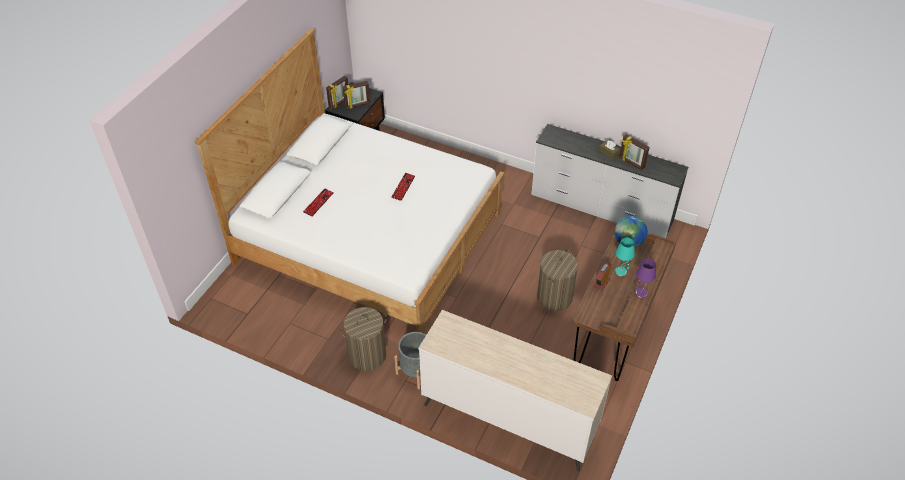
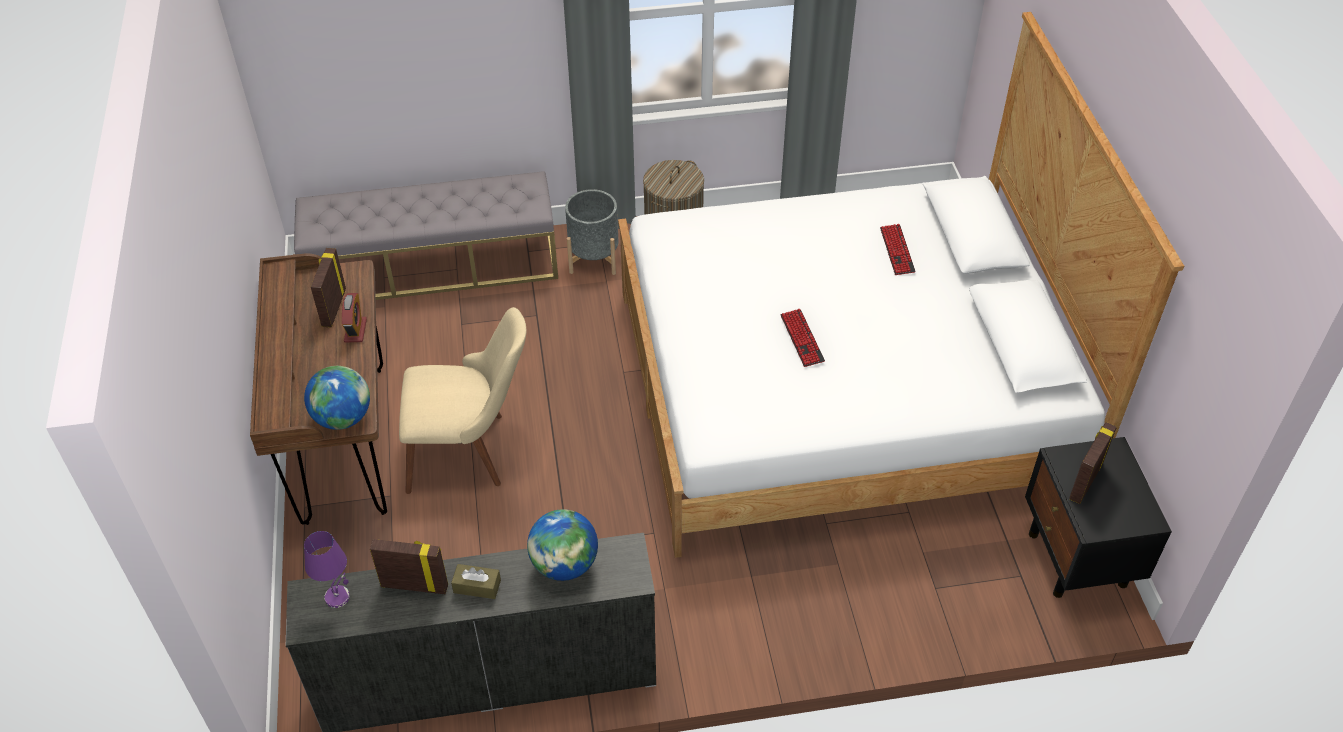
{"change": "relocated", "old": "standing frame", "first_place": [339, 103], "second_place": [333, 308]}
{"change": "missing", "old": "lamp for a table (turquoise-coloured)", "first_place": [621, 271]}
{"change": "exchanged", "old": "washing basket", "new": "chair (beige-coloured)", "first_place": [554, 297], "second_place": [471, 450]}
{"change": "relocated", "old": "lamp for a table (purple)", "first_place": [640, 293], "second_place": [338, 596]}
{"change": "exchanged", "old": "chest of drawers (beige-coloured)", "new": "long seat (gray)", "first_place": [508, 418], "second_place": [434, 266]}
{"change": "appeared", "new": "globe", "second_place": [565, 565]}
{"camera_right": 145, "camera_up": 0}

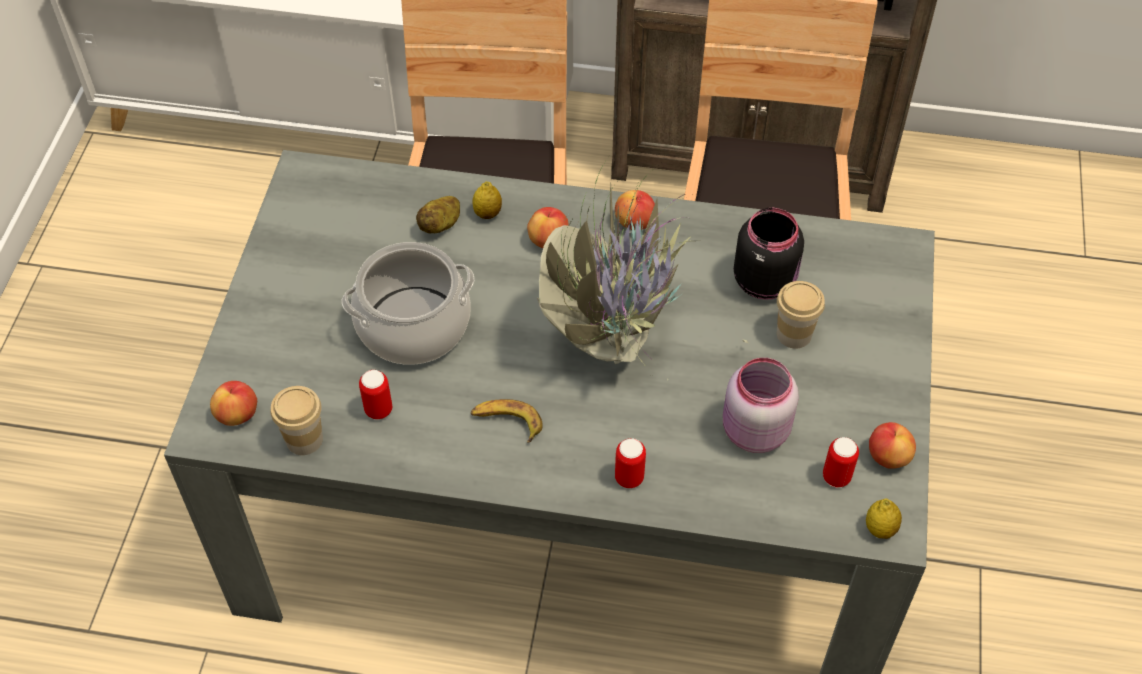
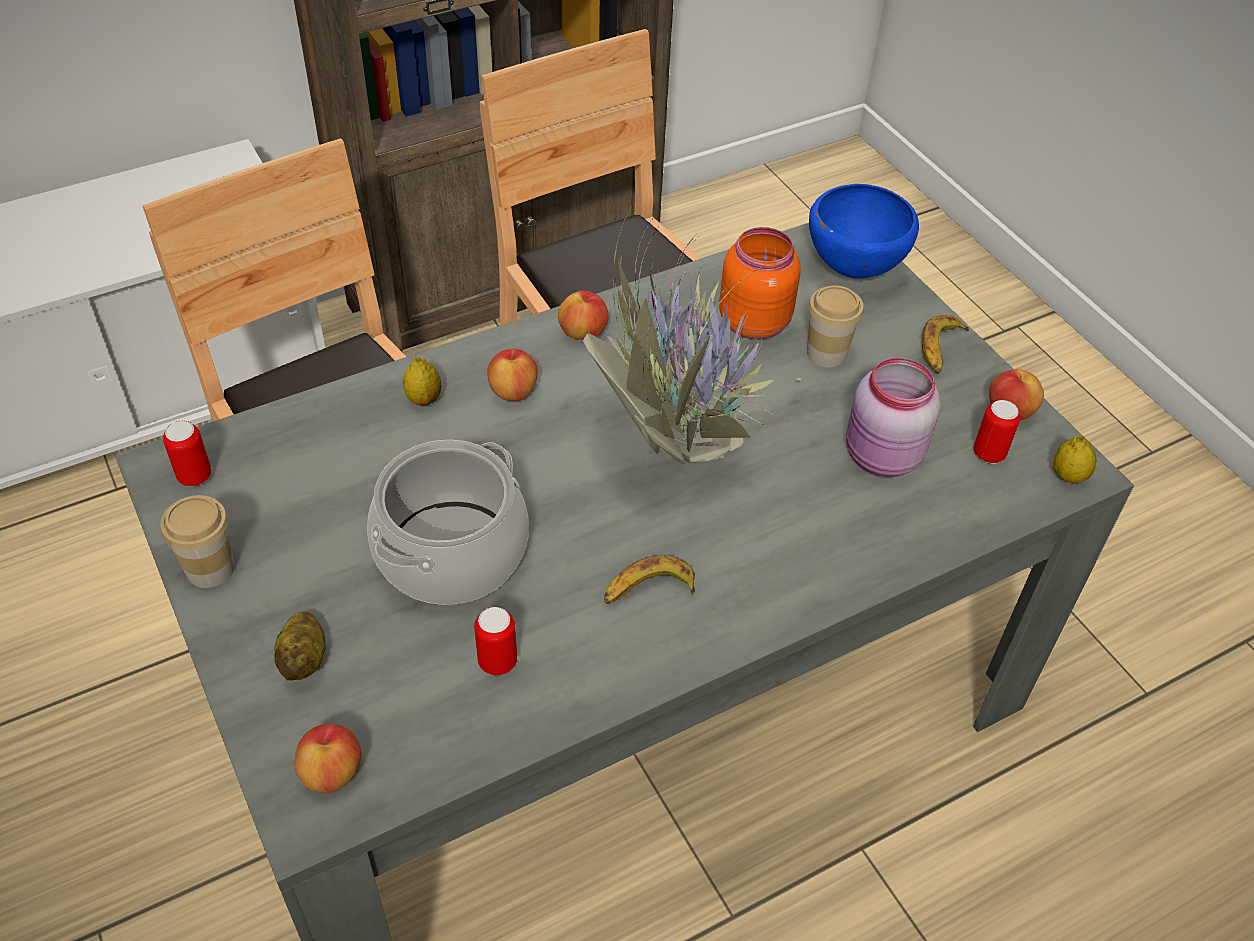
{"change": "relocated", "old": "spud", "first_place": [441, 225], "second_place": [305, 658]}
{"change": "colour", "old": "preserve jar (black-coloured)", "new": "preserve jar (orange-coloured)", "first_place": [765, 280], "second_place": [754, 321]}
{"change": "relocated", "old": "cup", "first_place": [304, 439], "second_place": [210, 568]}
{"change": "relocated", "old": "metal can", "first_place": [629, 478], "second_place": [195, 476]}
{"change": "appeared", "new": "deep dish (blue)", "second_place": [852, 270]}
{"change": "appeared", "new": "whole banana", "second_place": [940, 350]}
{"camera_right": -40, "camera_up": -5}

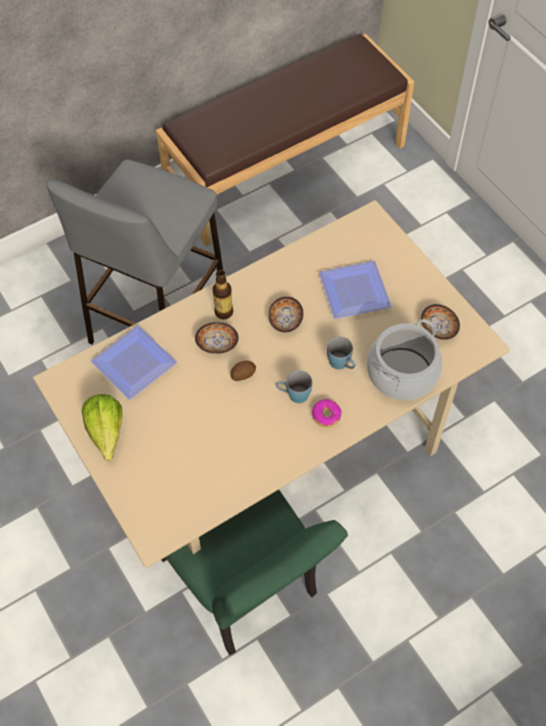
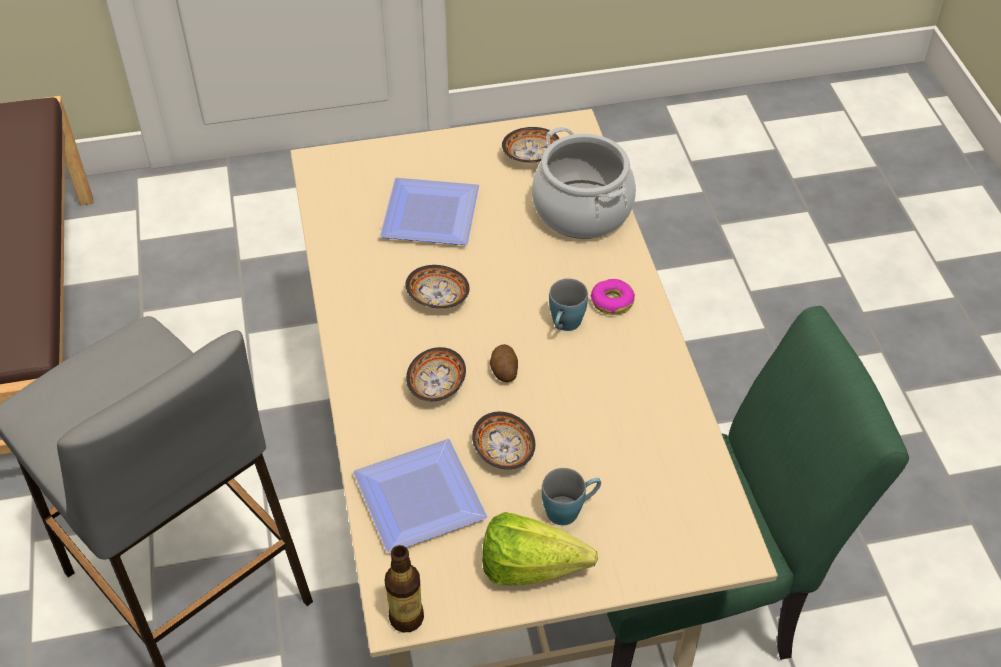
{"change": "relocated", "old": "bottle", "first_place": [224, 312], "second_place": [406, 618]}
{"change": "relocated", "old": "mug (blue)", "first_place": [342, 364], "second_place": [570, 509]}
{"change": "appeared", "new": "deep dish", "second_place": [503, 451]}
{"camera_right": -70, "camera_up": -10}

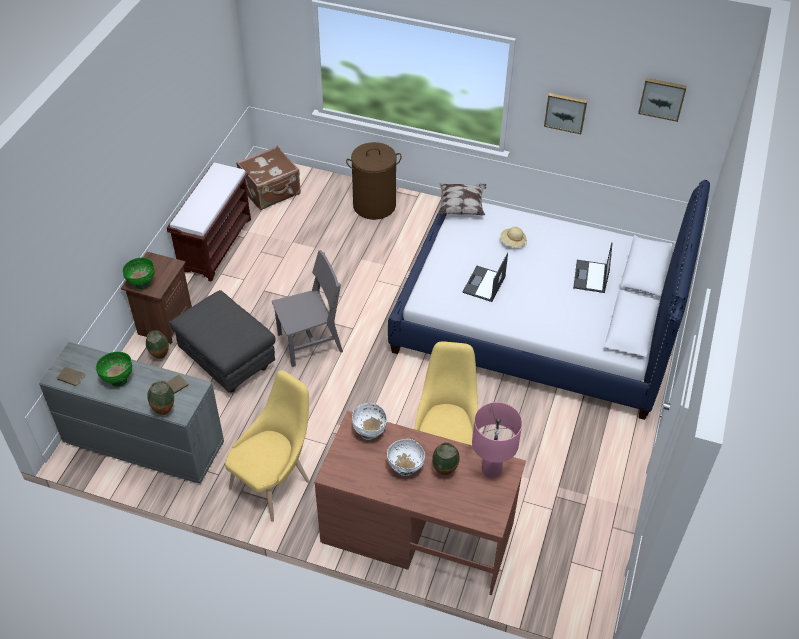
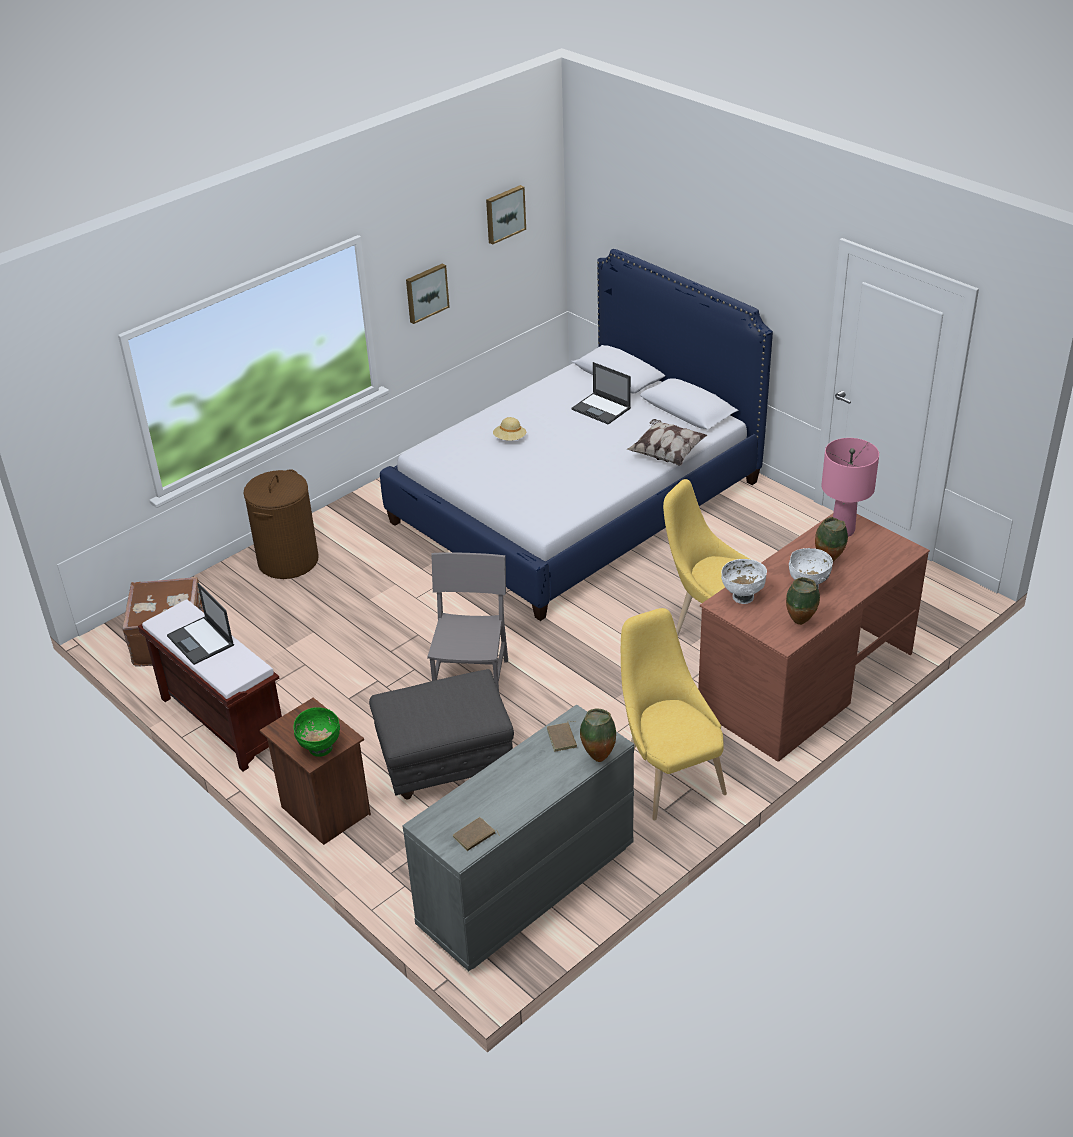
{"change": "relocated", "old": "pillow", "first_place": [461, 207], "second_place": [666, 454]}
{"change": "relocated", "old": "notebook computer", "first_place": [484, 284], "second_place": [201, 641]}
{"change": "relocated", "old": "vase", "first_place": [160, 357], "second_place": [801, 623]}
{"change": "missing", "old": "deep dish (green-coloured)", "first_place": [118, 380]}
{"camera_right": -60, "camera_up": -10}

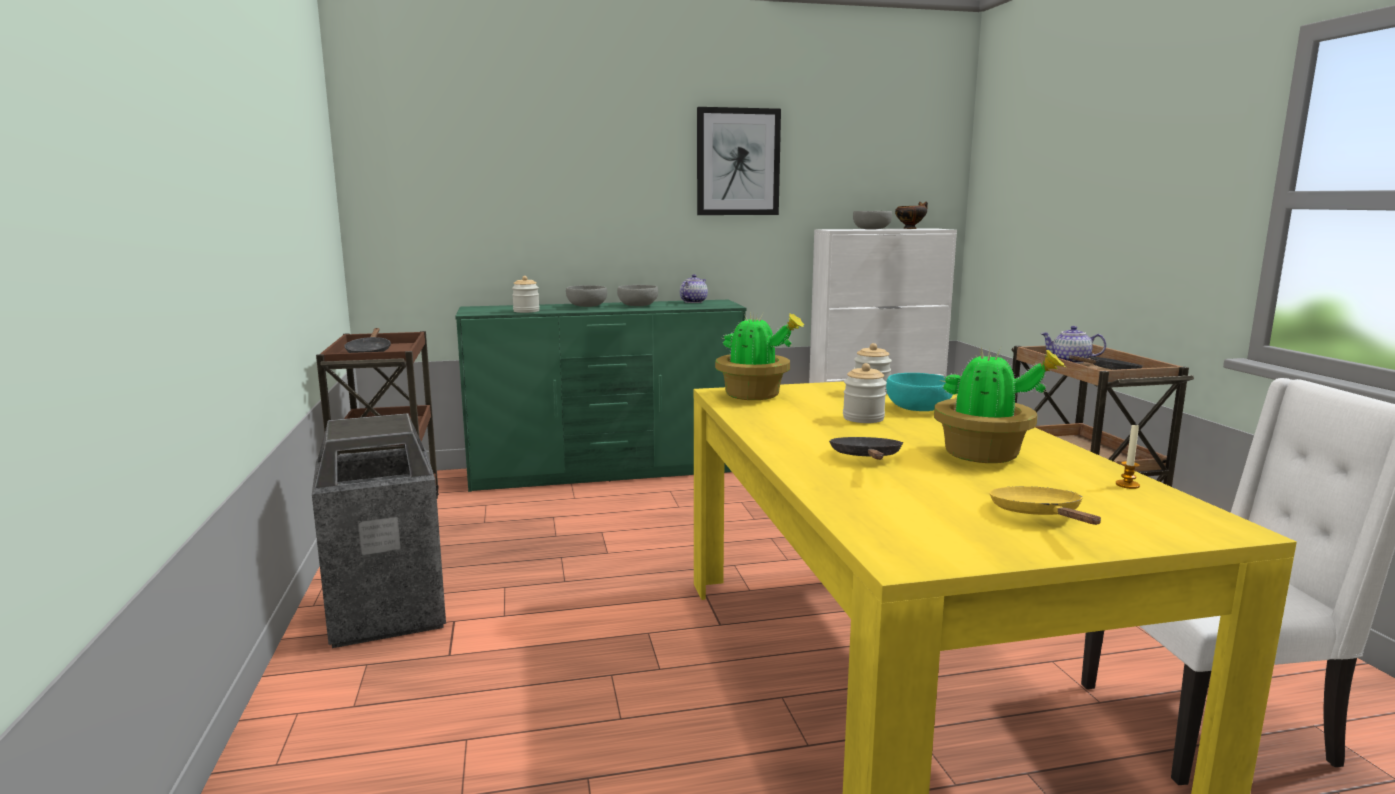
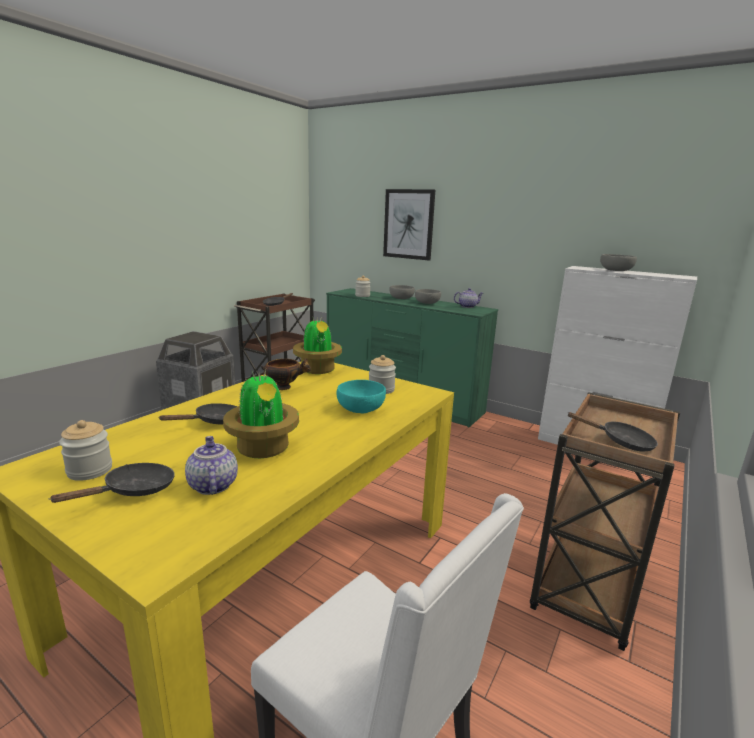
{"change": "relocated", "old": "wall picture", "first_place": [738, 162], "second_place": [408, 224]}
{"change": "relocated", "old": "deep dish", "first_place": [910, 228], "second_place": [285, 387]}
{"change": "relocated", "old": "teapot", "first_place": [1070, 361], "second_place": [211, 485]}
{"change": "relocated", "old": "preserve jar", "first_place": [863, 418], "second_place": [90, 470]}
{"change": "missing", "old": "wax candle", "first_place": [1127, 485]}
{"change": "colour", "old": "pan (yellowish)", "new": "pan (black-coloured)", "first_place": [1039, 516], "second_place": [134, 490]}
{"camera_right": 45, "camera_up": 5}

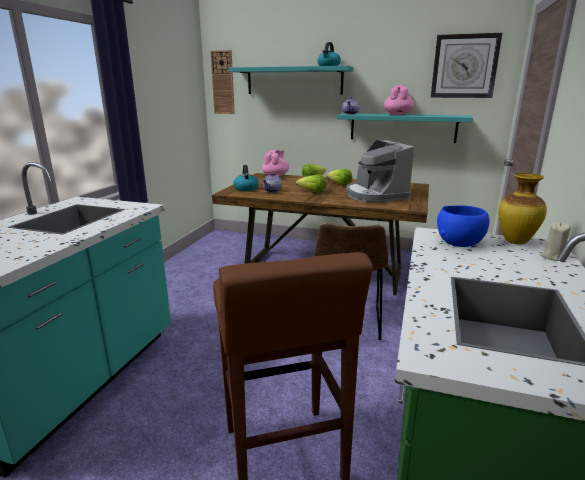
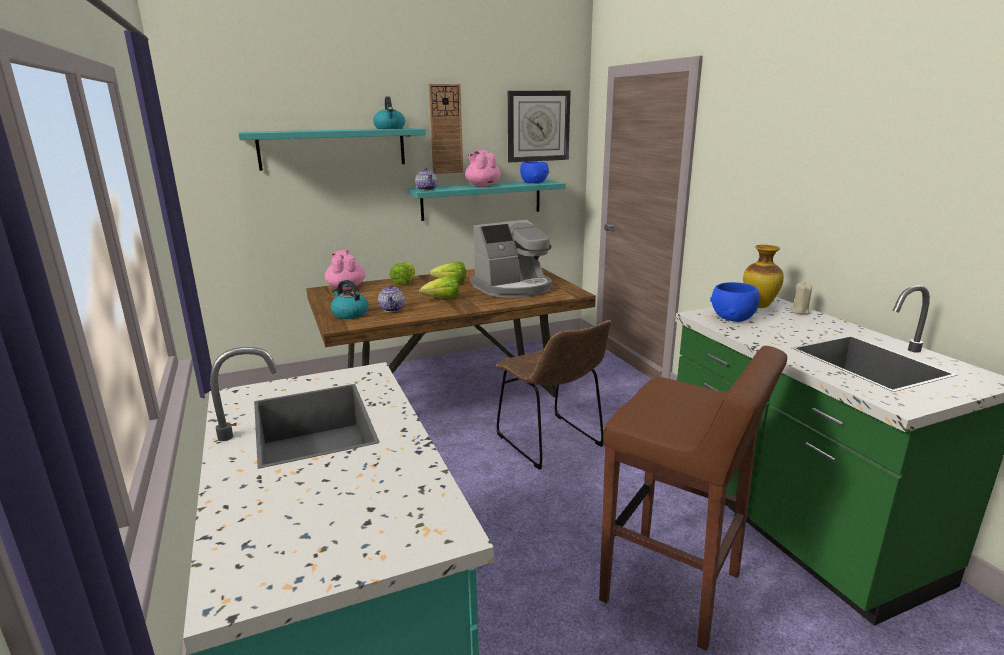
{"change": "relocated", "old": "clock on the wall", "first_place": [223, 82], "second_place": [446, 129]}
{"change": "spun", "old": "coffee maker", "first_place": [375, 195], "second_place": [513, 288], "degrees": -60}
{"change": "appeared", "new": "deep dish (blue)", "second_place": [534, 182]}
{"camera_right": -40, "camera_up": 0}

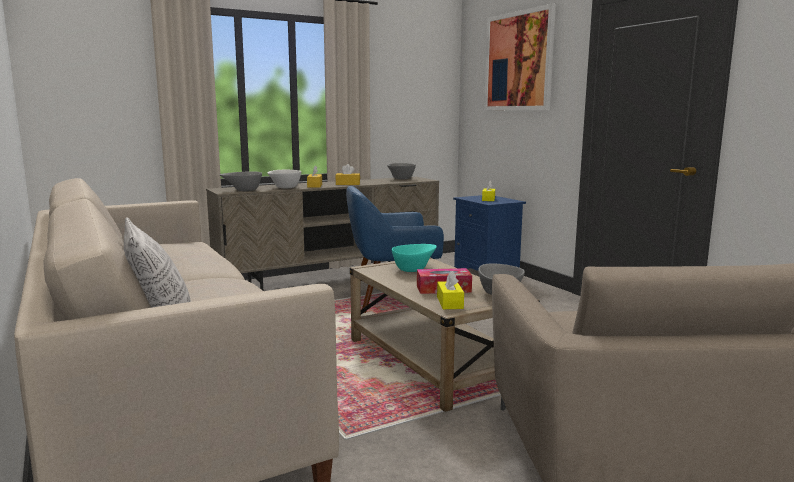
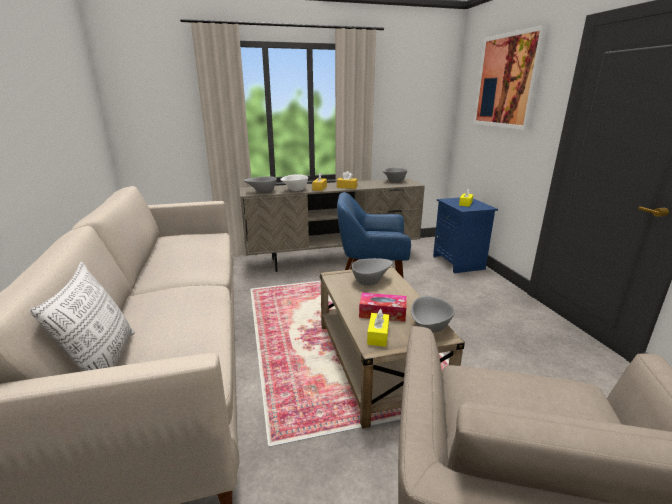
{"change": "colour", "old": "deep dish (turquoise-coloured)", "new": "deep dish (gray)", "first_place": [414, 269], "second_place": [370, 281]}
{"camera_right": 15, "camera_up": 10}

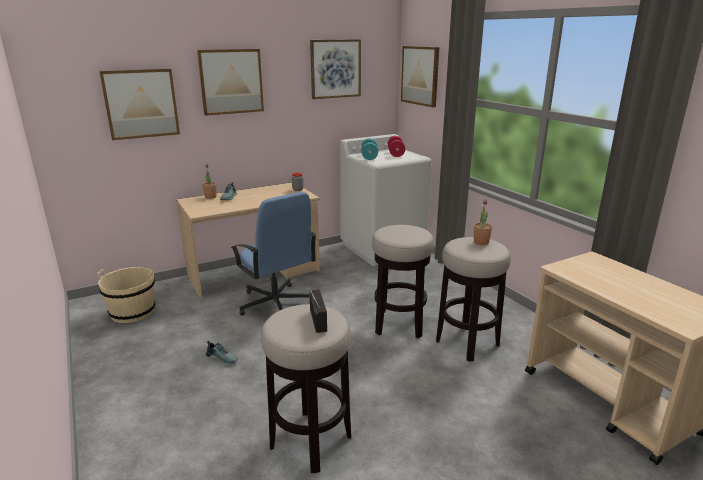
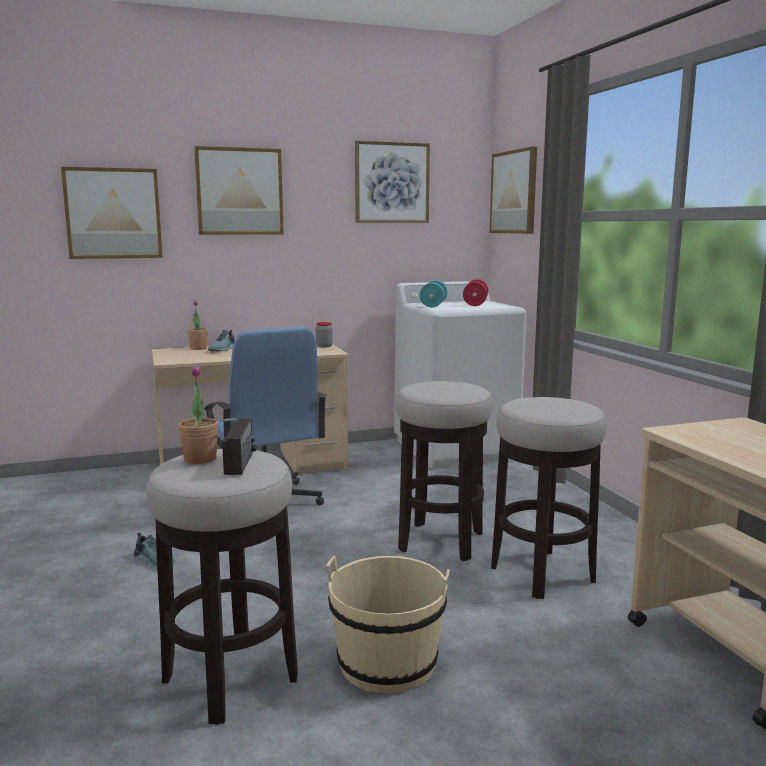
{"change": "relocated", "old": "houseplant", "first_place": [481, 242], "second_place": [200, 459]}
{"change": "relocated", "old": "pail (beige-coloured)", "first_place": [133, 312], "second_place": [387, 663]}
{"camera_right": 10, "camera_up": -10}

